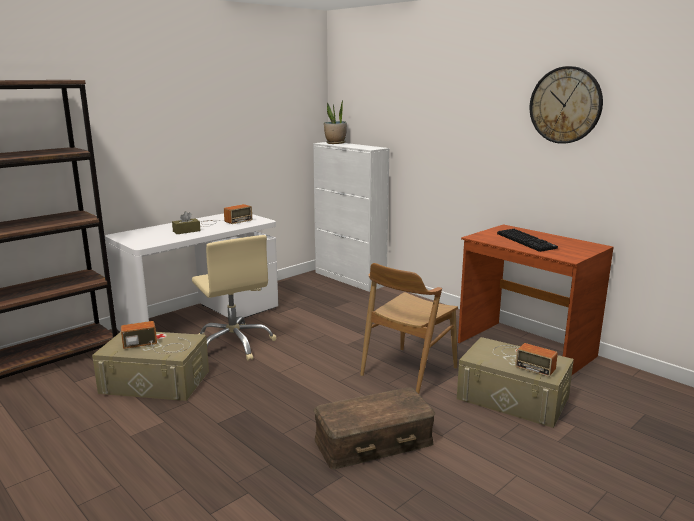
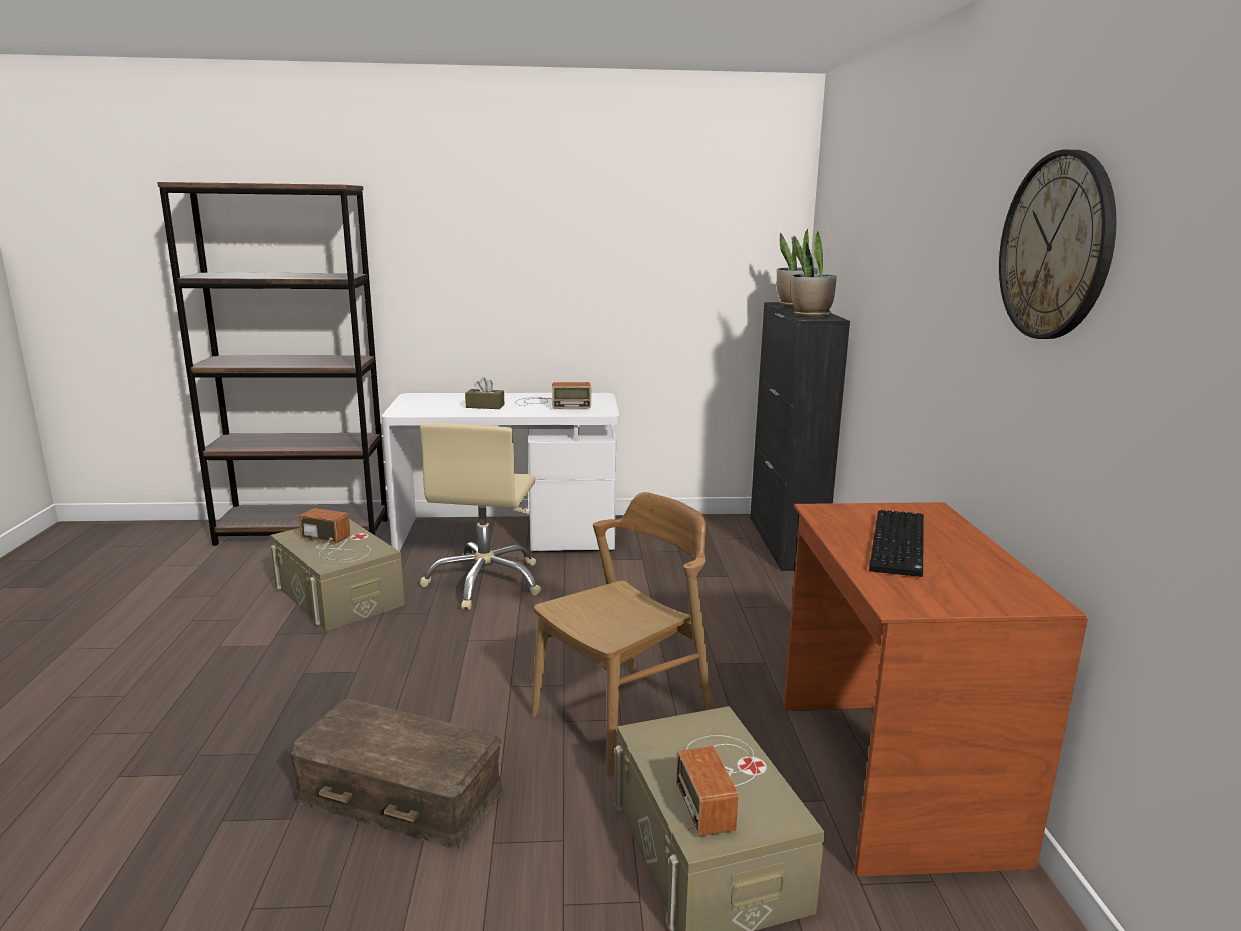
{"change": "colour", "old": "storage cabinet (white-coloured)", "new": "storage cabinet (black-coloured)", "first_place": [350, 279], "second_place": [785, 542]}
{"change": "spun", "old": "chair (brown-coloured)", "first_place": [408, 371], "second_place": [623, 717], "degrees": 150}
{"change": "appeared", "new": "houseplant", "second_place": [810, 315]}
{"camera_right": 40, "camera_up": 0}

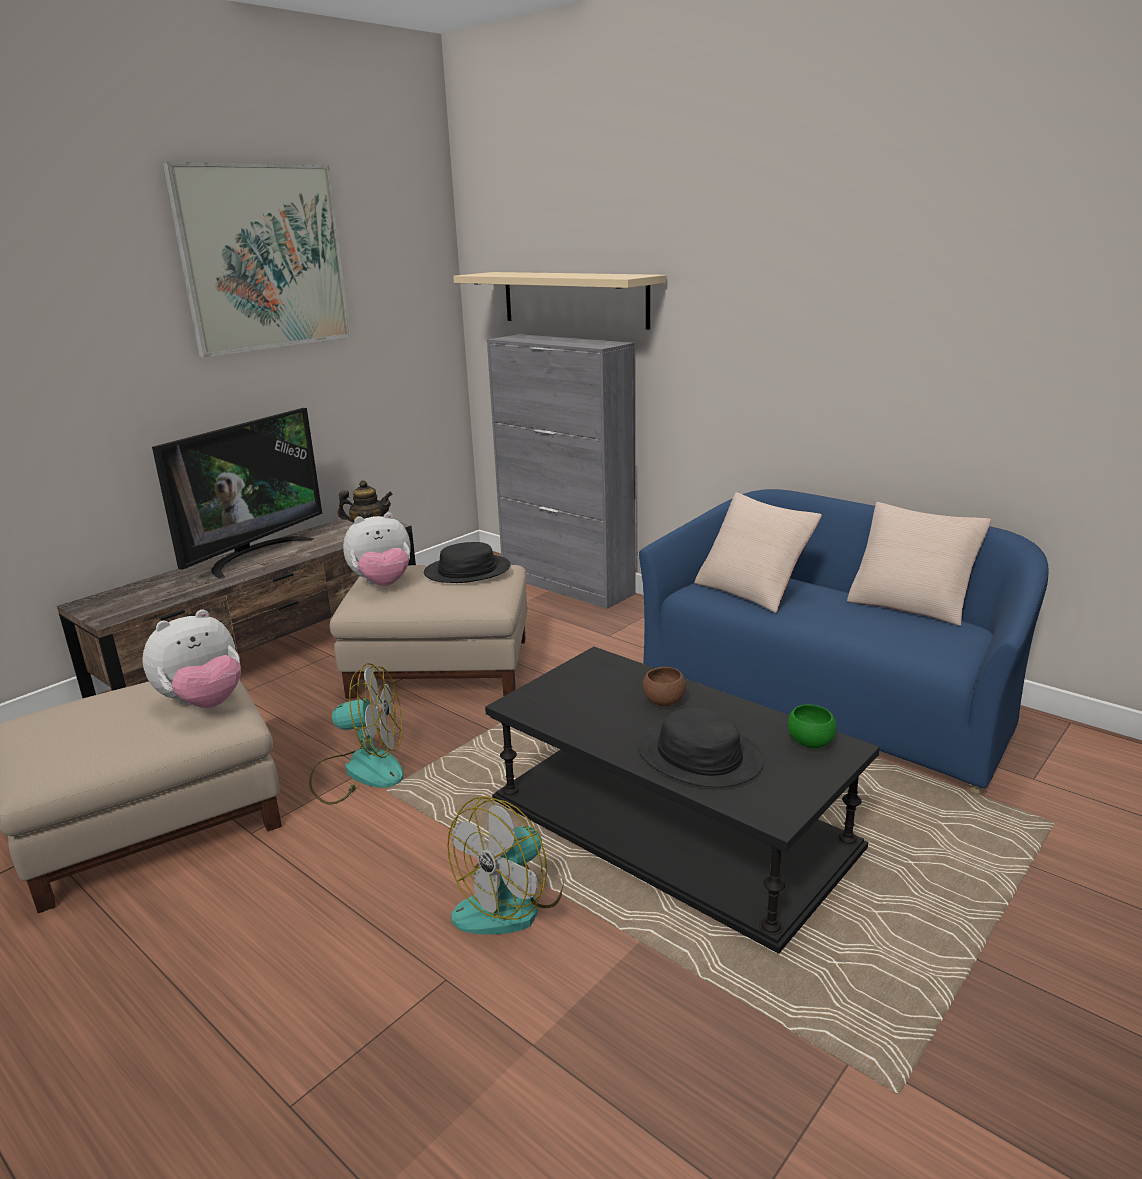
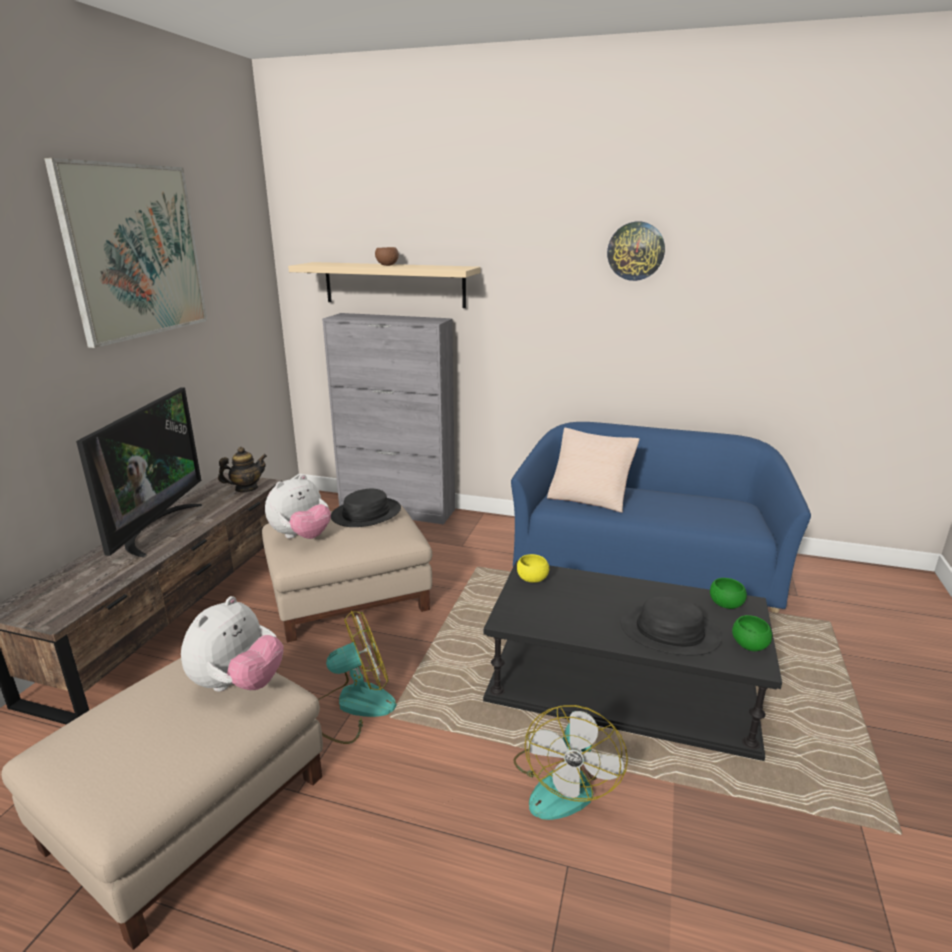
{"change": "missing", "old": "pillow (beige-coloured)", "first_place": [911, 603]}
{"change": "relocated", "old": "deep dish (brown-coloured)", "first_place": [664, 701], "second_place": [387, 265]}
{"change": "appeared", "new": "clock on the wall", "second_place": [635, 251]}
{"change": "appeared", "new": "deep dish (yellowish)", "second_place": [532, 579]}
{"change": "appeared", "new": "deep dish (green-coloured)", "second_place": [749, 646]}
{"camera_right": -25, "camera_up": 0}

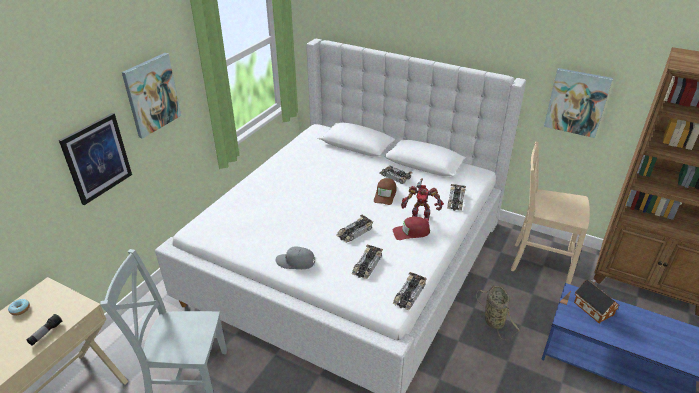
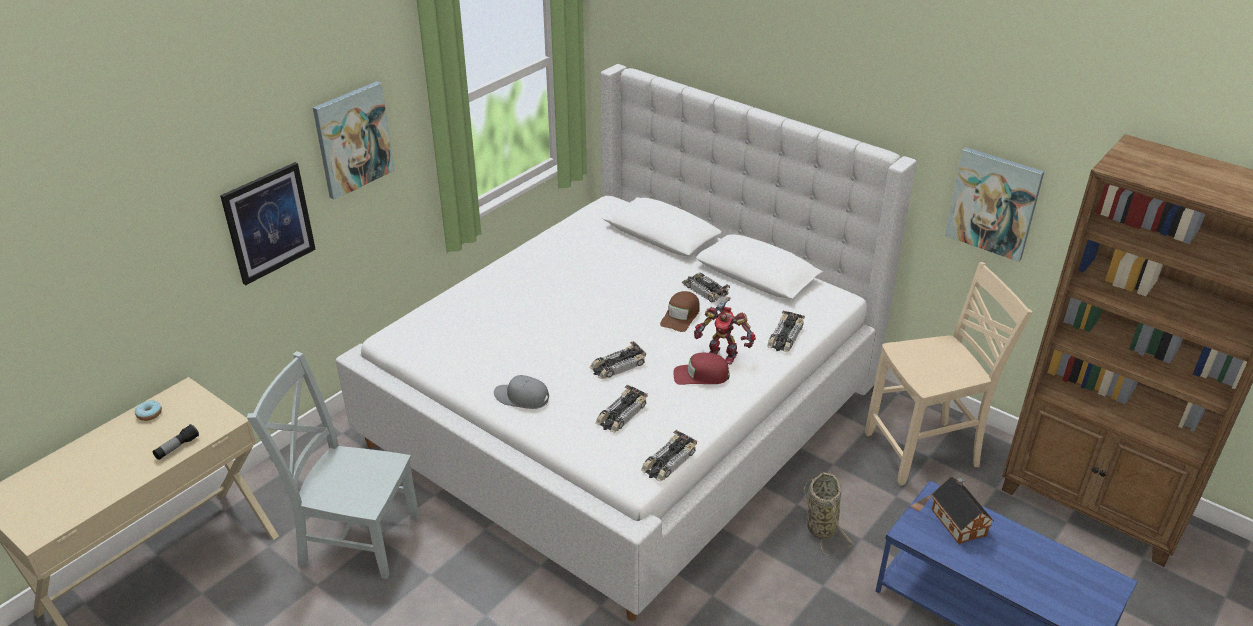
{"change": "spun", "old": "chair (beige-coloured)", "first_place": [539, 263], "second_place": [924, 451], "degrees": 135}
{"camera_right": 10, "camera_up": 0}

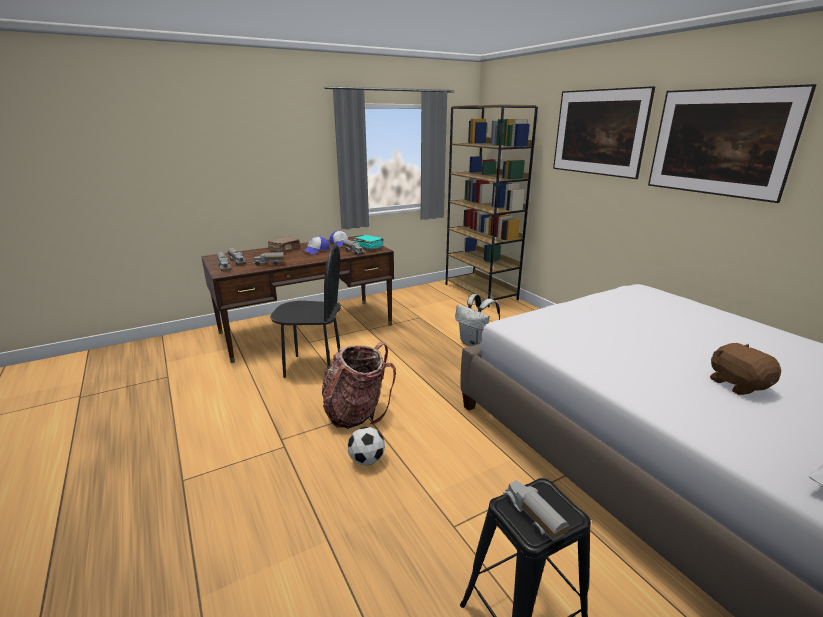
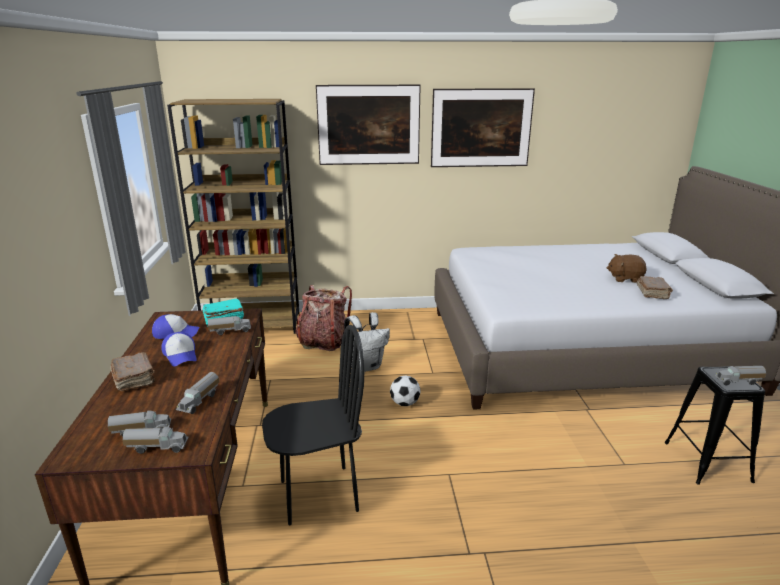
{"change": "spun", "old": "chair (black-coloured)", "first_place": [313, 367], "second_place": [318, 495], "degrees": 45}
{"change": "relocated", "old": "backpack", "first_place": [356, 412], "second_place": [323, 341]}
{"change": "relocated", "old": "ball for football", "first_place": [367, 460], "second_place": [405, 403]}
{"change": "appeared", "new": "volume (brown-coloured)", "second_place": [652, 293]}
{"camera_right": -65, "camera_up": 0}

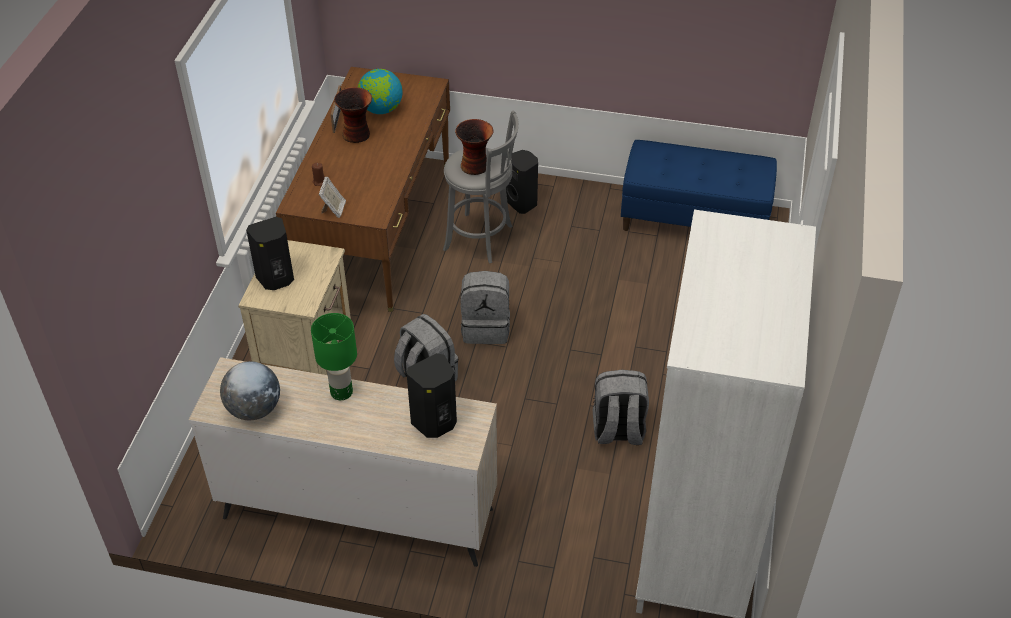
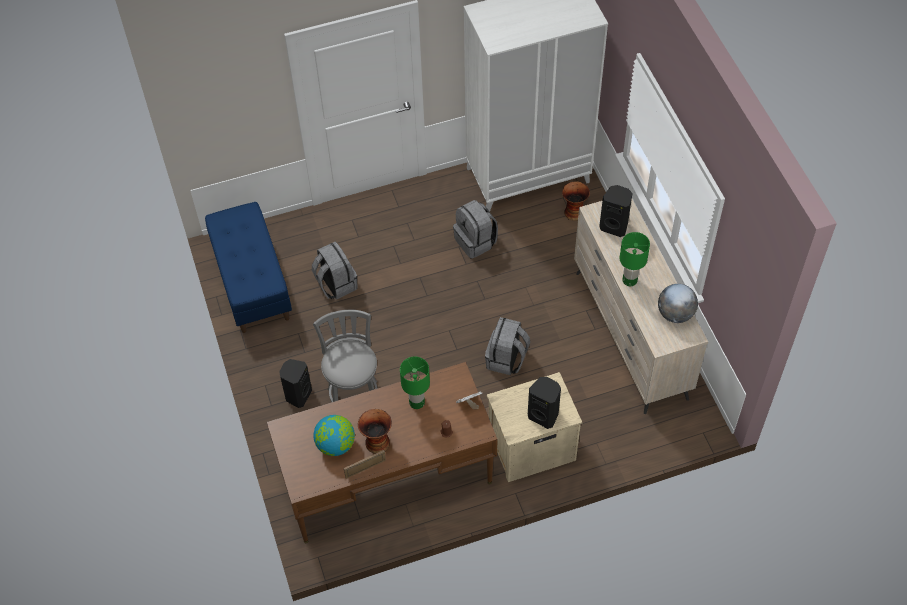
{"change": "relocated", "old": "vase", "first_place": [475, 166], "second_place": [573, 212]}
{"change": "relocated", "old": "backpack (gray)", "first_place": [486, 327], "second_place": [335, 284]}
{"change": "appeared", "new": "lamp for a table (green-coloured)", "second_place": [416, 403]}
{"camera_right": -120, "camera_up": 10}

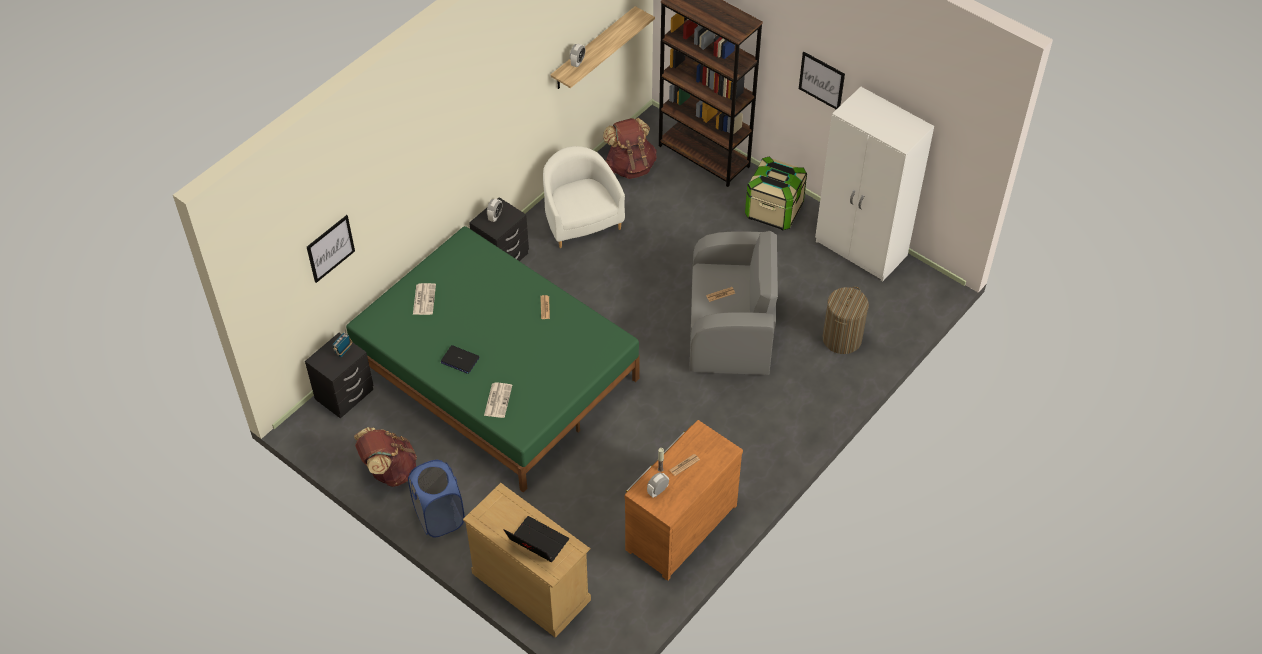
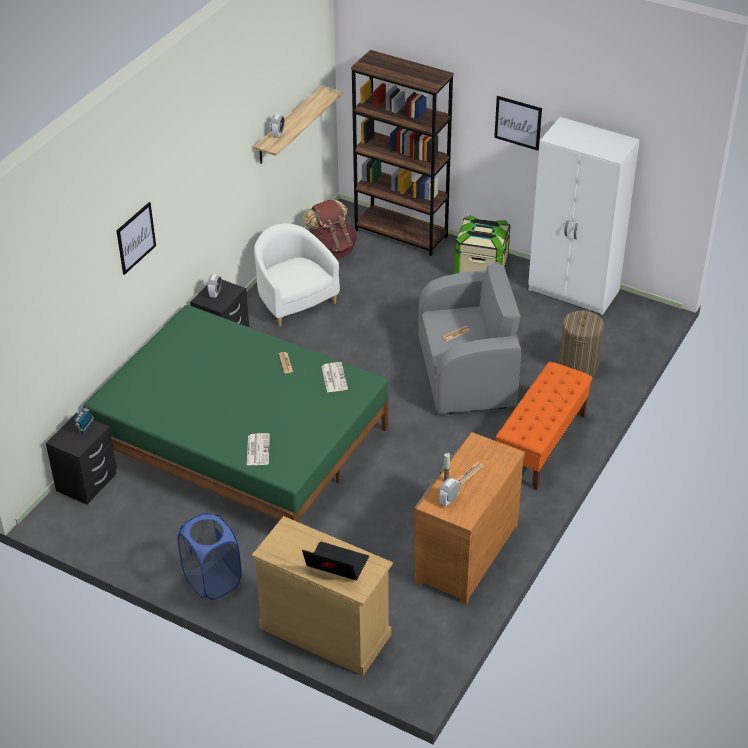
{"change": "relocated", "old": "wall picture", "first_place": [330, 248], "second_place": [136, 238]}
{"change": "relocated", "old": "printed paper", "first_place": [424, 299], "second_place": [334, 377]}
{"change": "missing", "old": "notebook computer", "first_place": [459, 360]}
{"change": "missing", "old": "backpack (brown-coloured)", "first_place": [389, 470]}
{"change": "appeared", "new": "long seat (orange-coloured)", "second_place": [541, 445]}
{"camera_right": -10, "camera_up": -10}

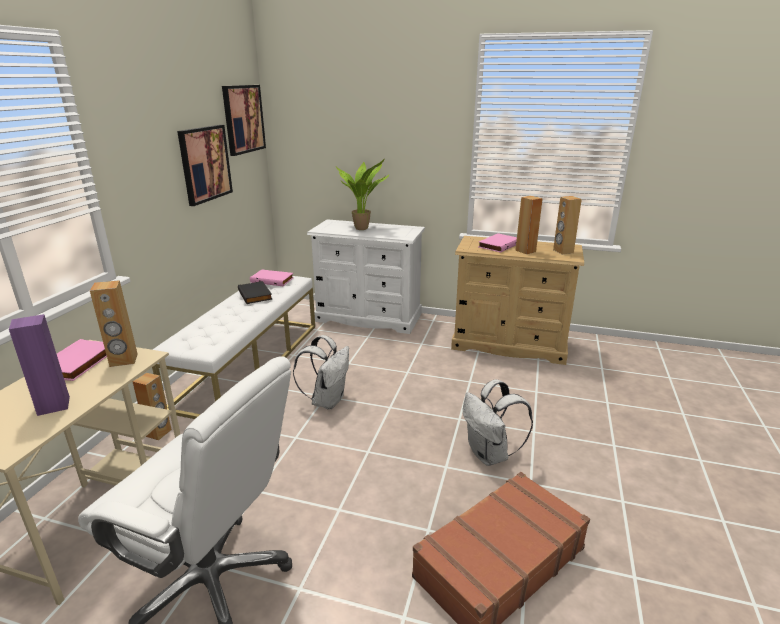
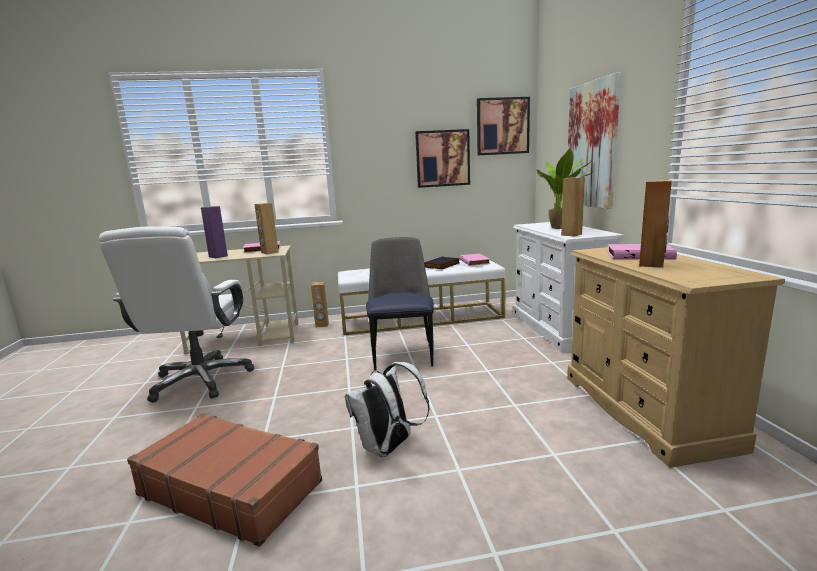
{"change": "relocated", "old": "audio speaker (brown-coloured)", "first_place": [563, 251], "second_place": [571, 234]}
{"change": "exchanged", "old": "backpack (white-coloured)", "new": "chair", "first_place": [327, 400], "second_place": [403, 354]}
{"change": "appeared", "new": "wall picture", "second_place": [592, 145]}
{"camera_right": 65, "camera_up": -10}

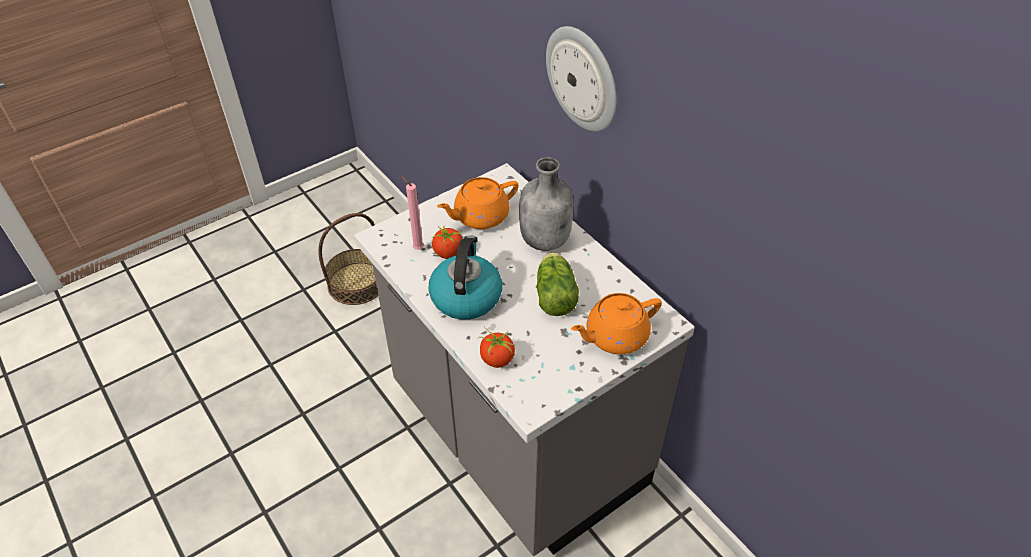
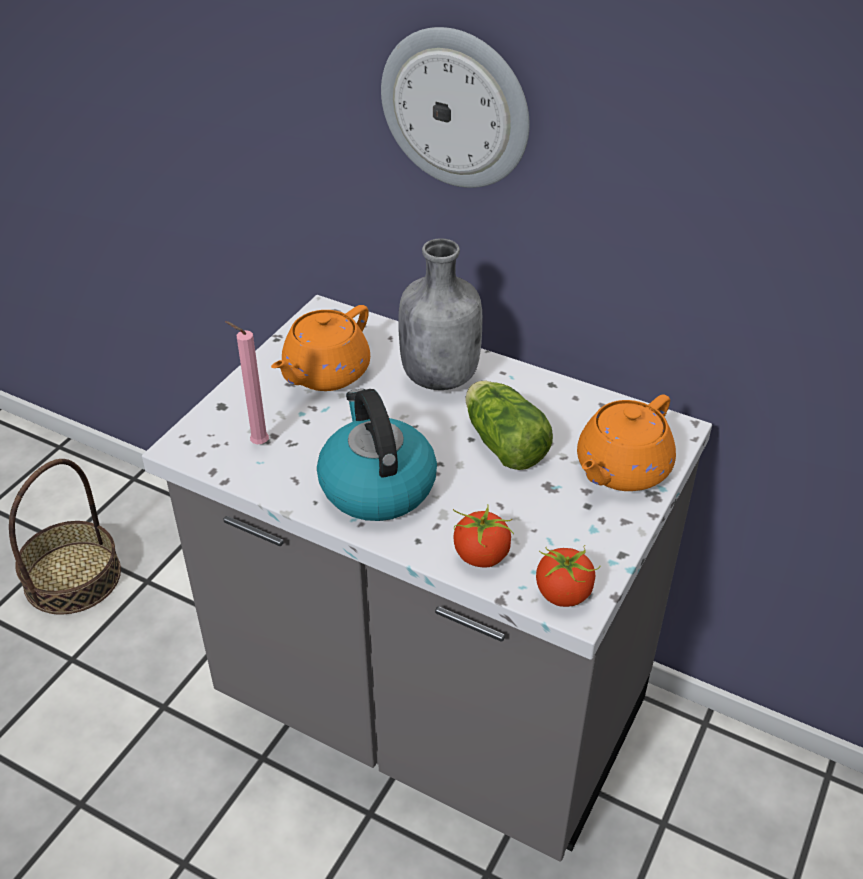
{"change": "relocated", "old": "fresh tomato", "first_place": [448, 253], "second_place": [564, 594]}
{"camera_right": -25, "camera_up": -5}

